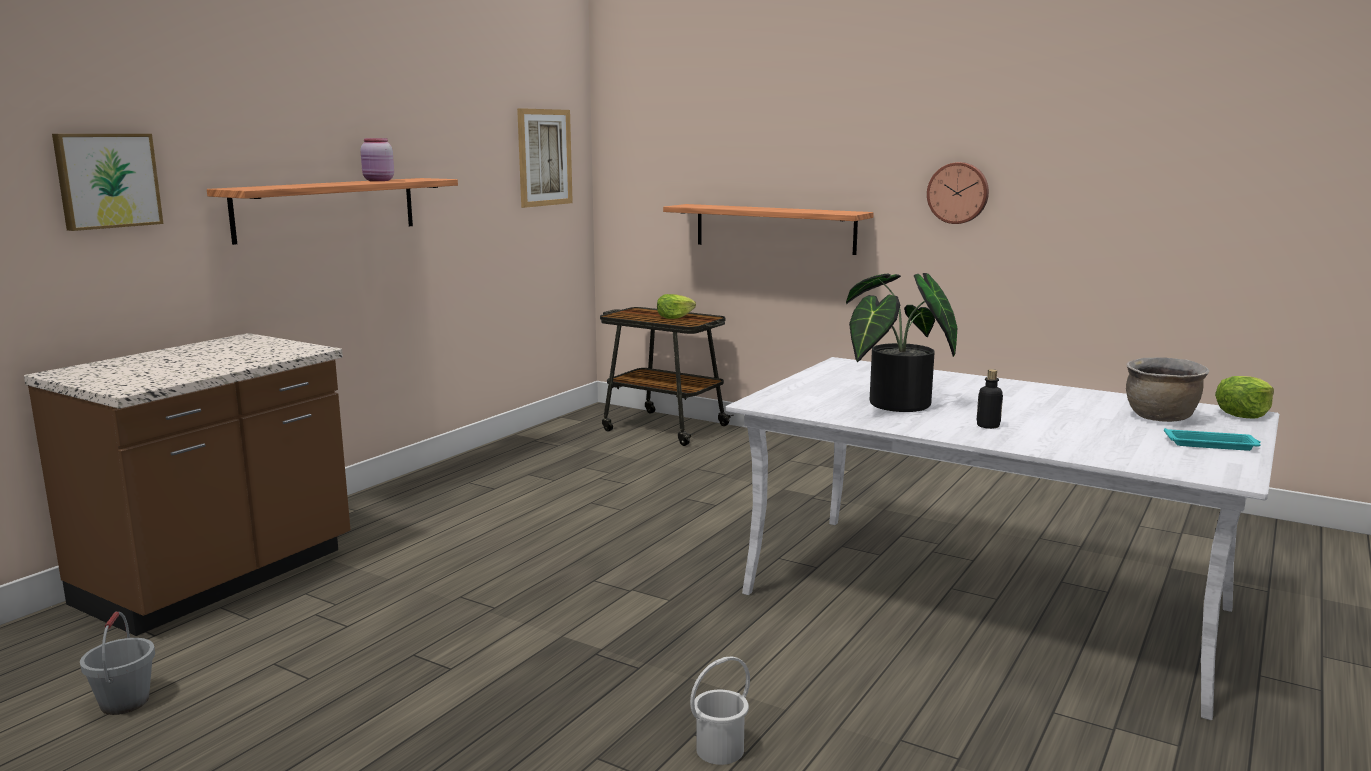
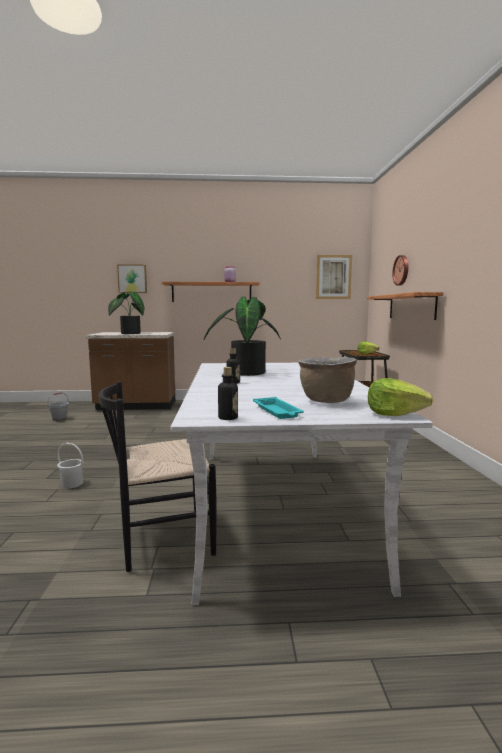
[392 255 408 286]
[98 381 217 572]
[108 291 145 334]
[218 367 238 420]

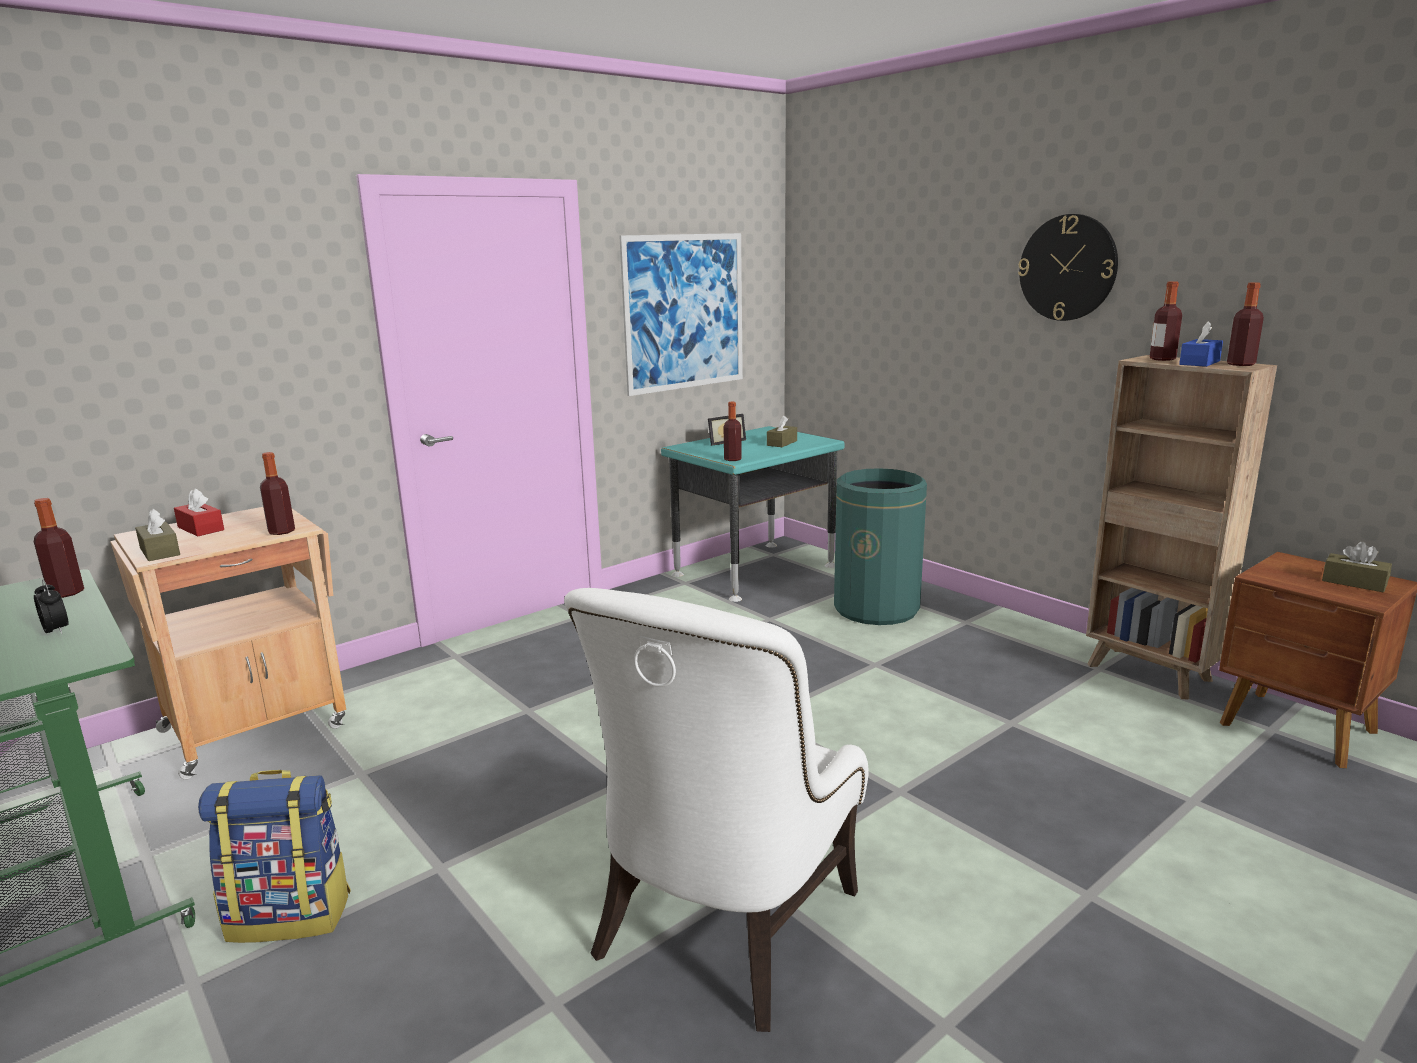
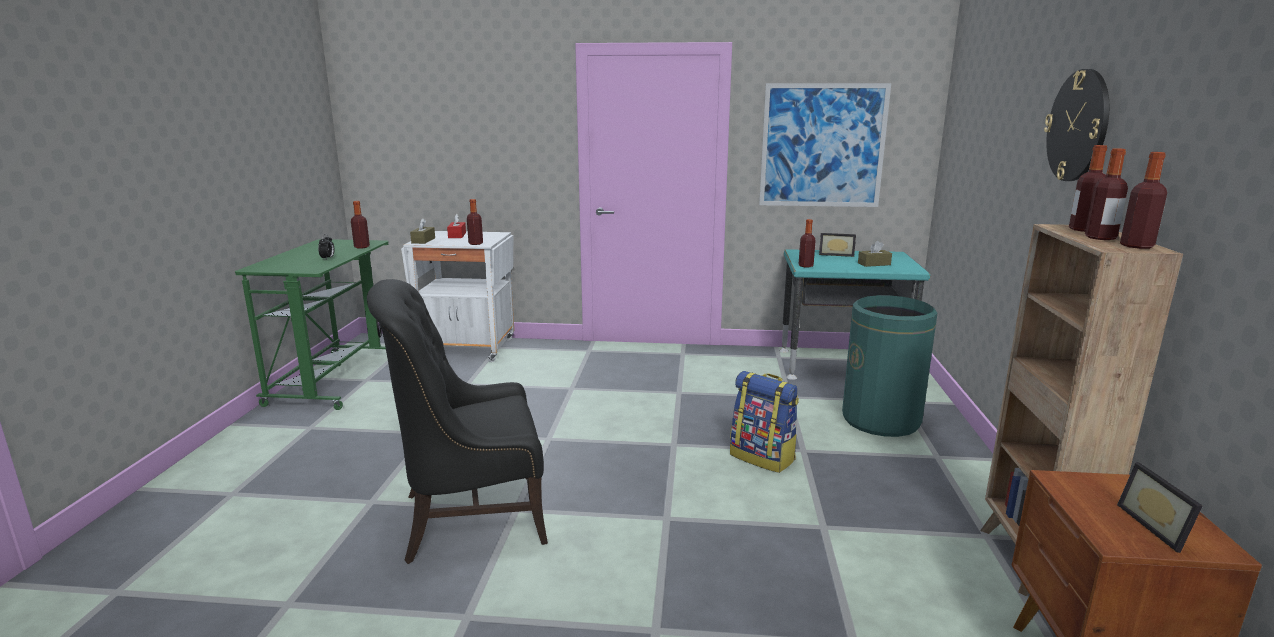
[401 231 514 362]
[730 371 799 473]
[367 279 548 564]
[1085 148 1128 240]
[1117 462 1203 553]

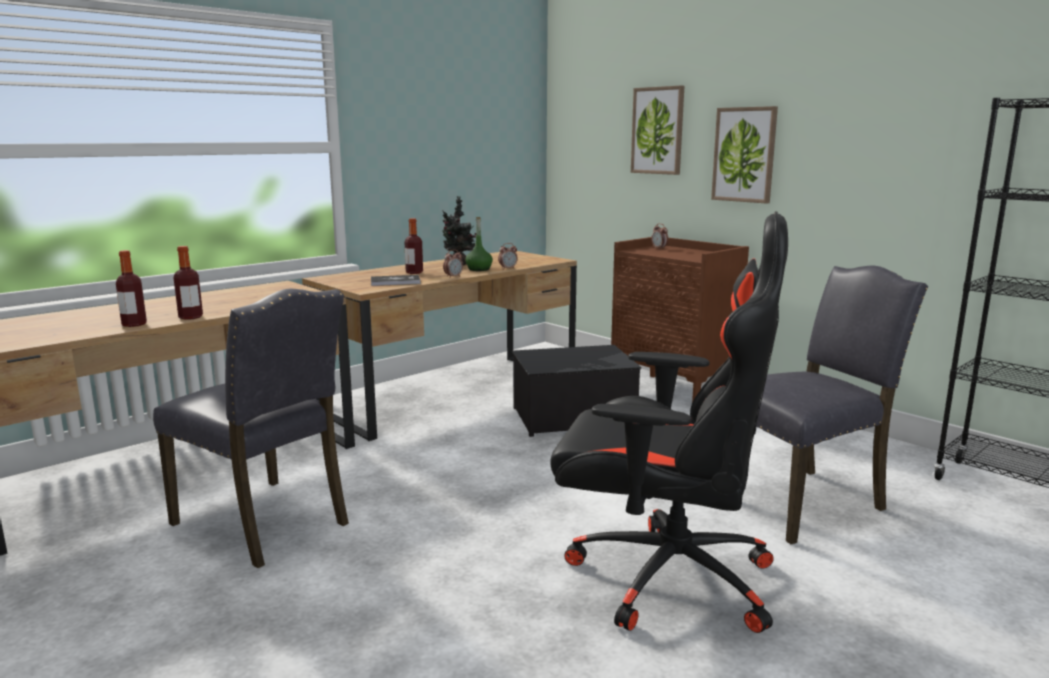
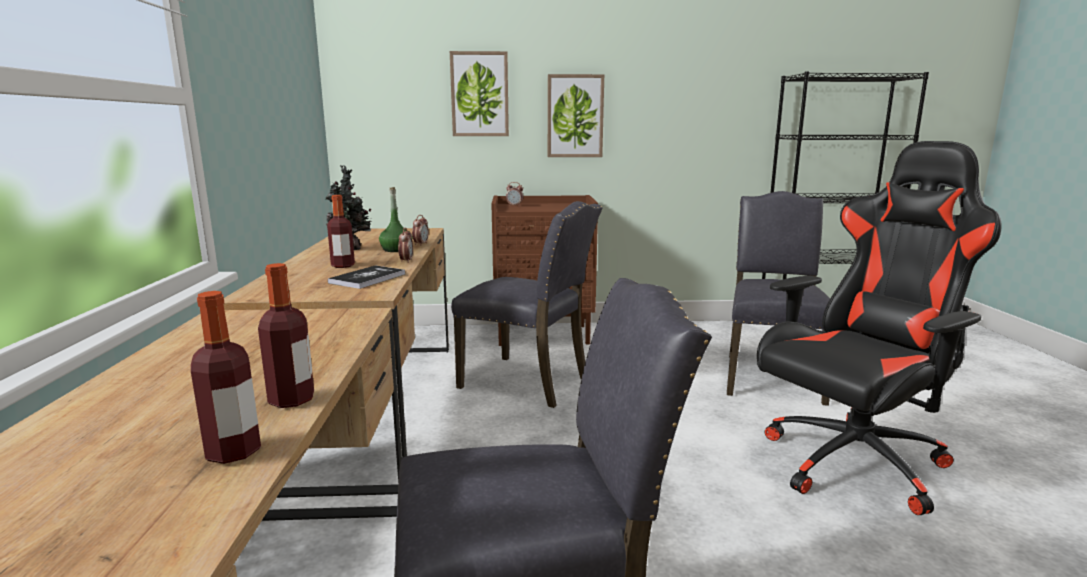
[451 201 603 408]

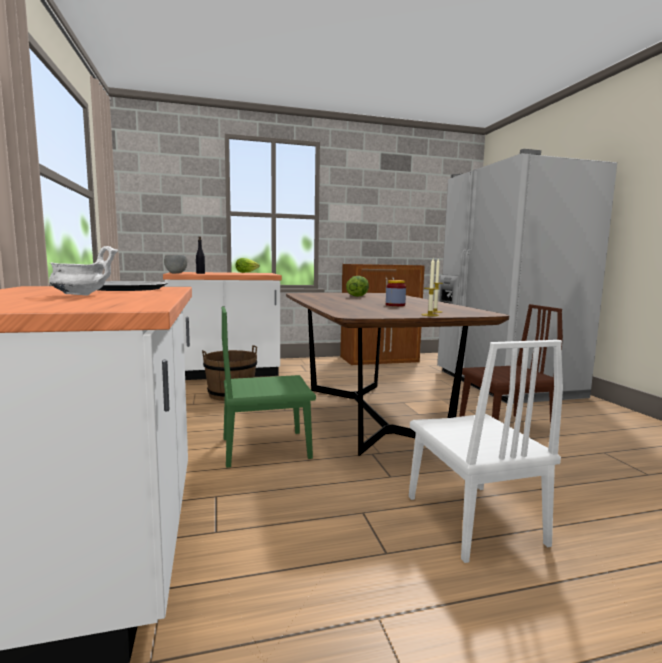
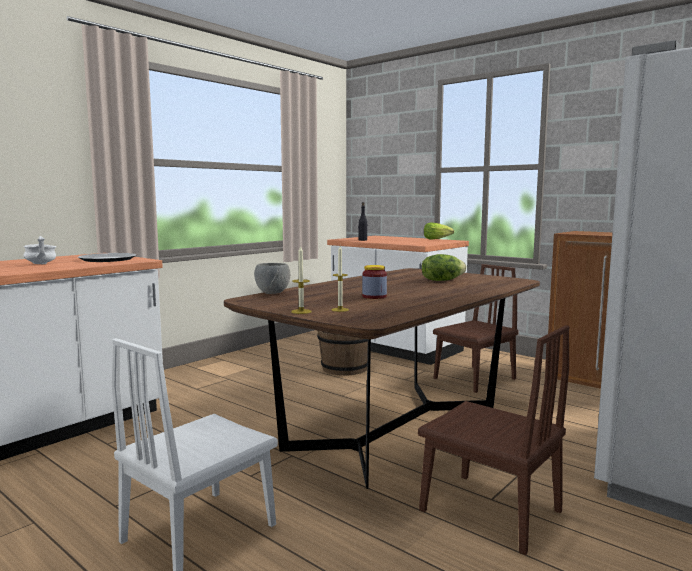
[254 263 290 294]
[221 307 316 468] (first image)
[433 264 519 393]

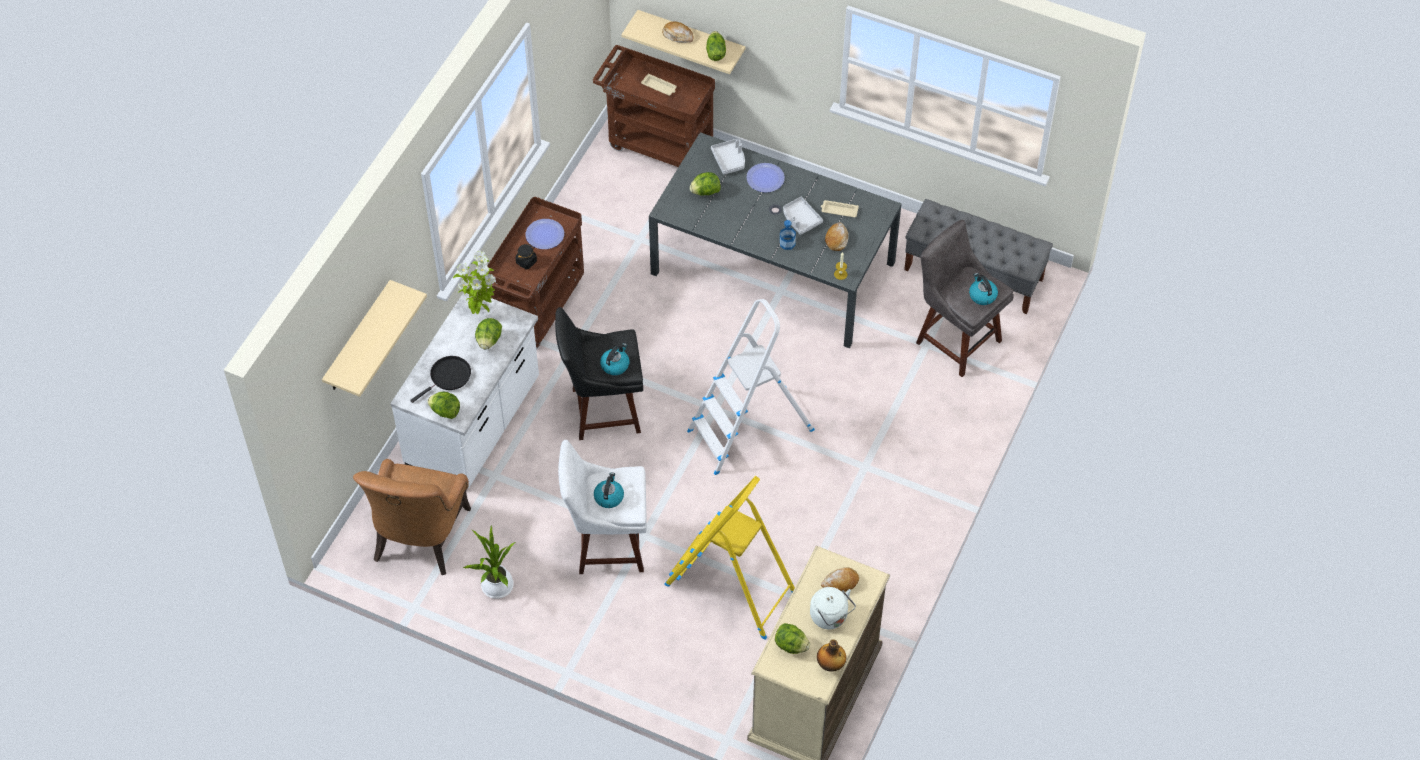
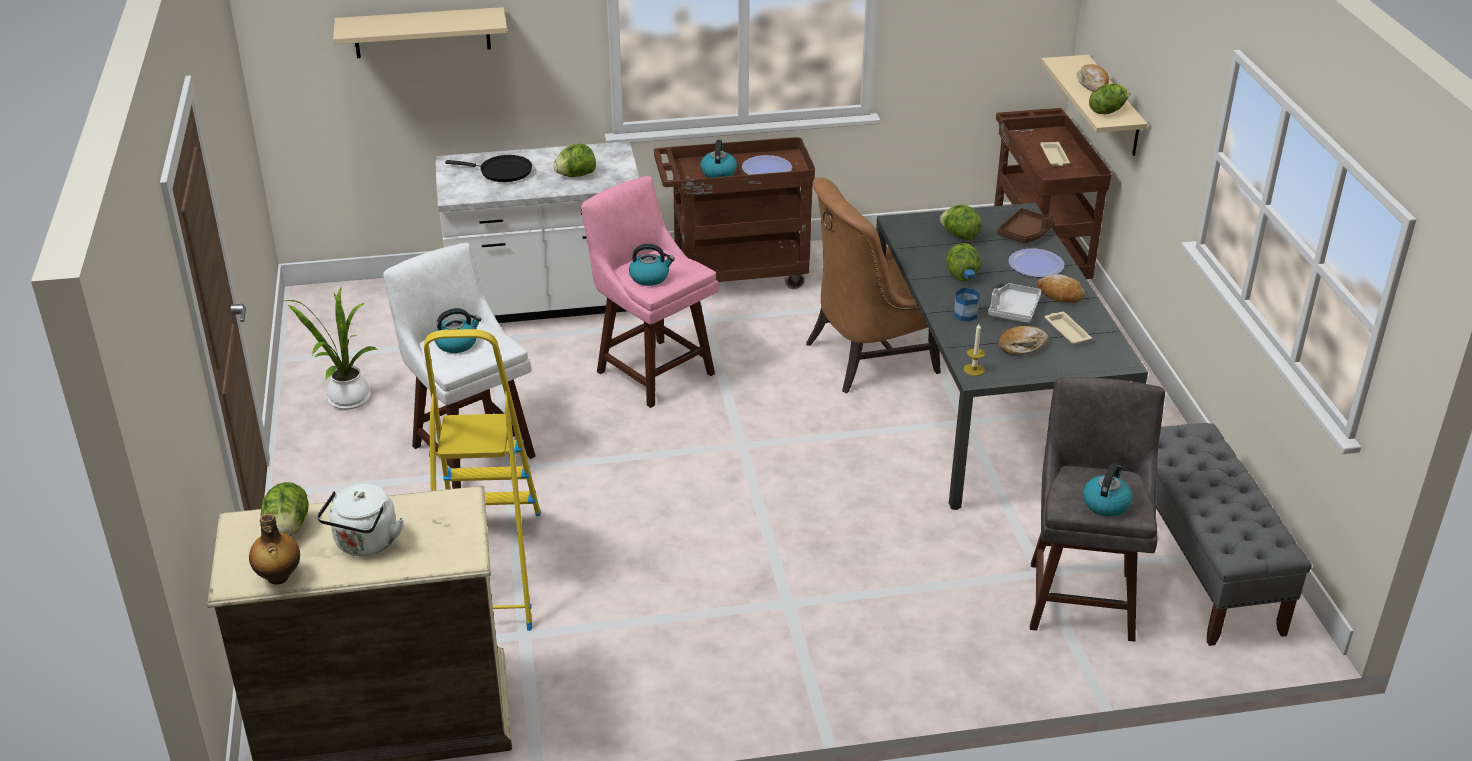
[806 177 941 393]
[946 243 981 282]
[453 250 496 314] (first image)
[700 140 737 178]
[581 176 719 408]
[687 299 815 475] (first image)
[997 208 1056 243]
[1037 274 1085 303]

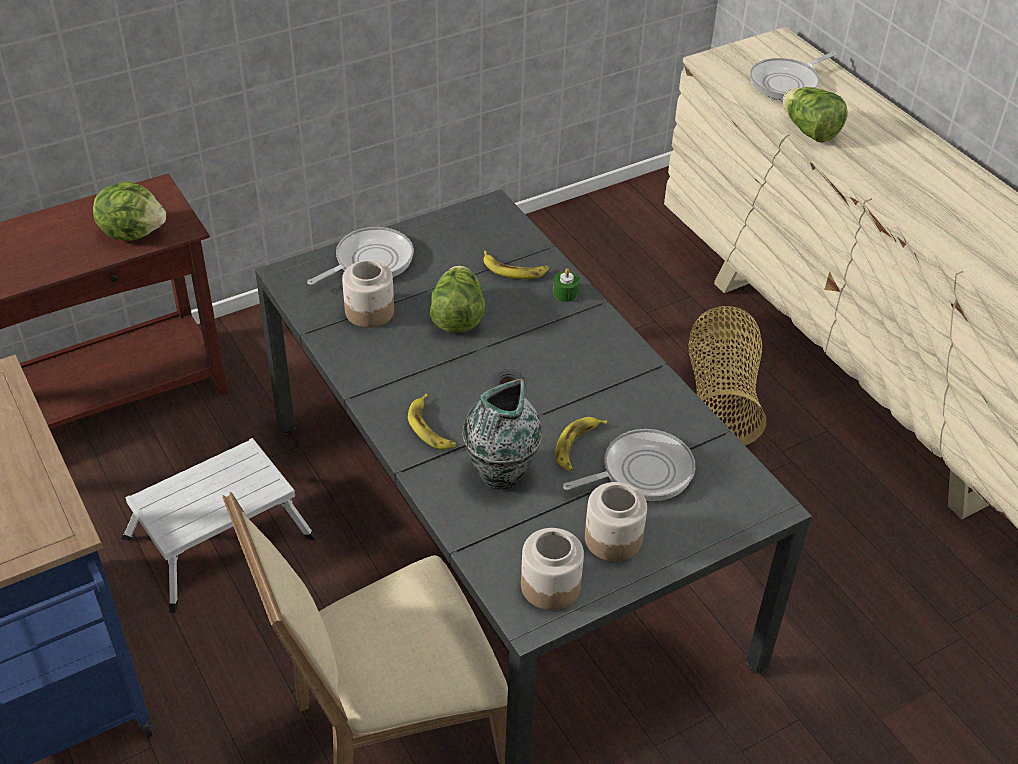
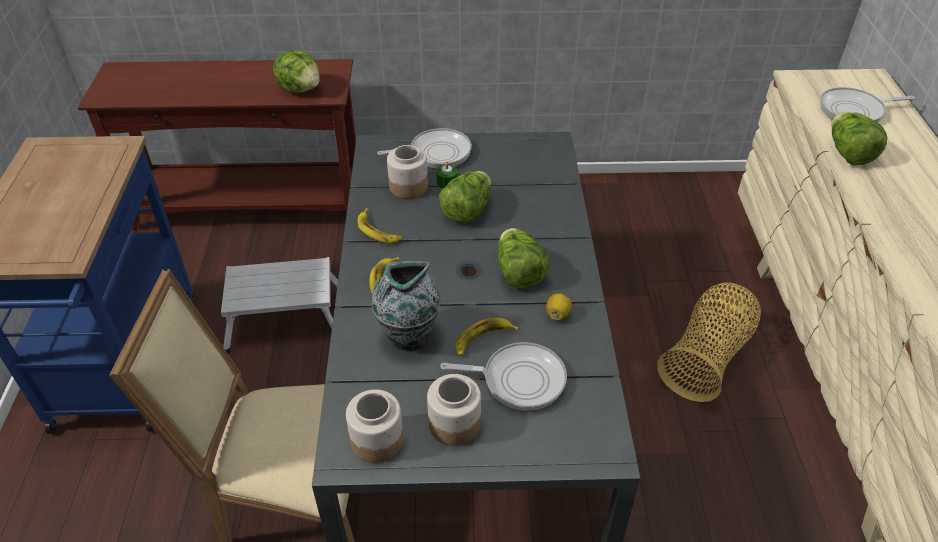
[358 208 402 244]
[436 162 458 188]
[498 228 550 288]
[546 293 572 320]

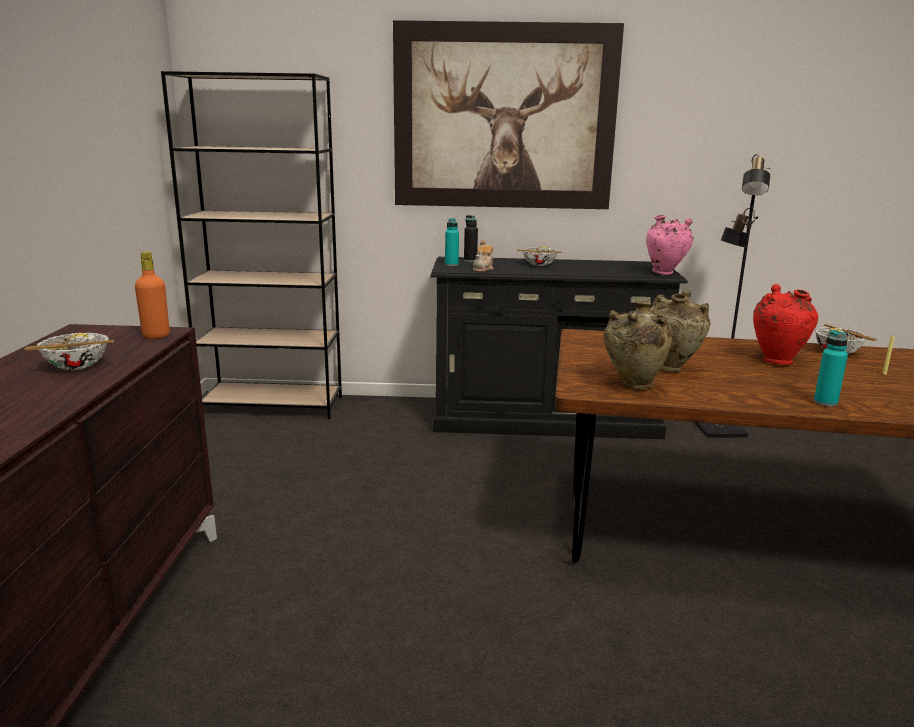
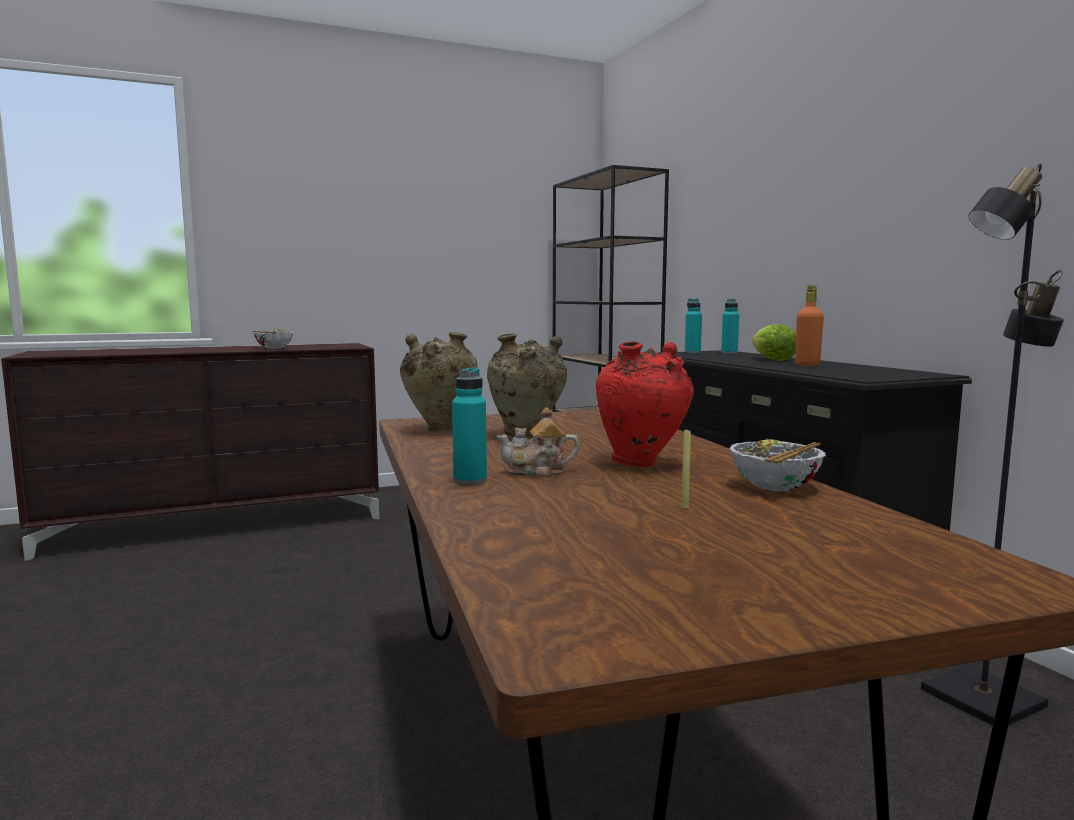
[795 285 824 366]
[393 20 624 209] (first image)
[721 298 739 354]
[496 407 579 477]
[752 324 796 361]
[646 215 694 275] (first image)

